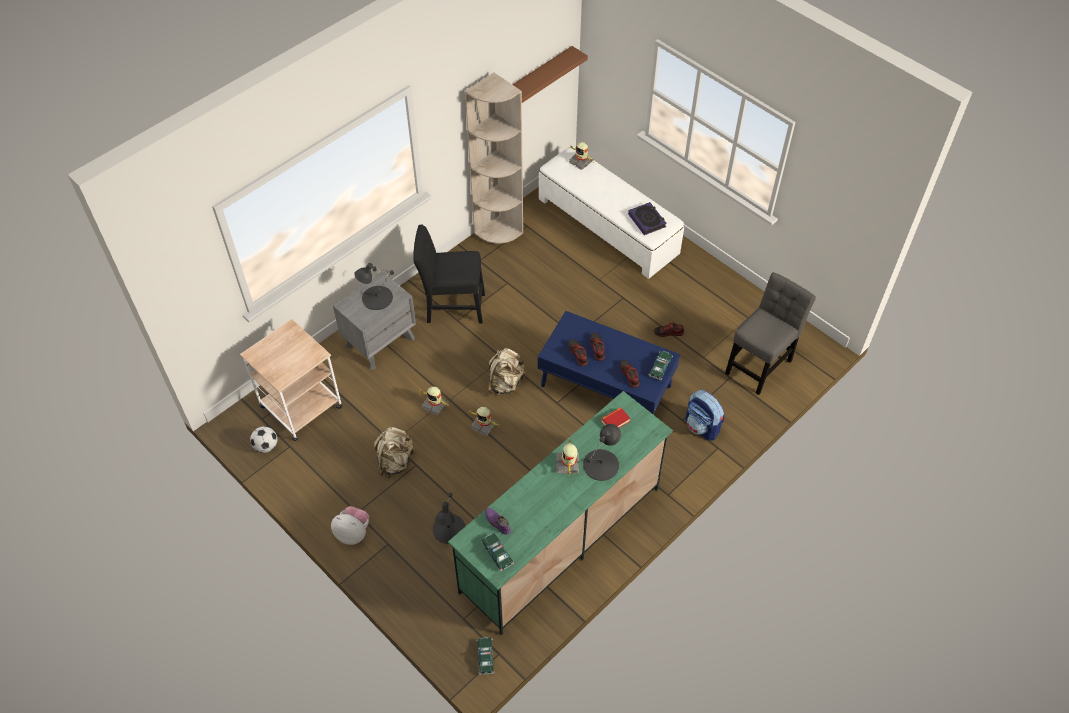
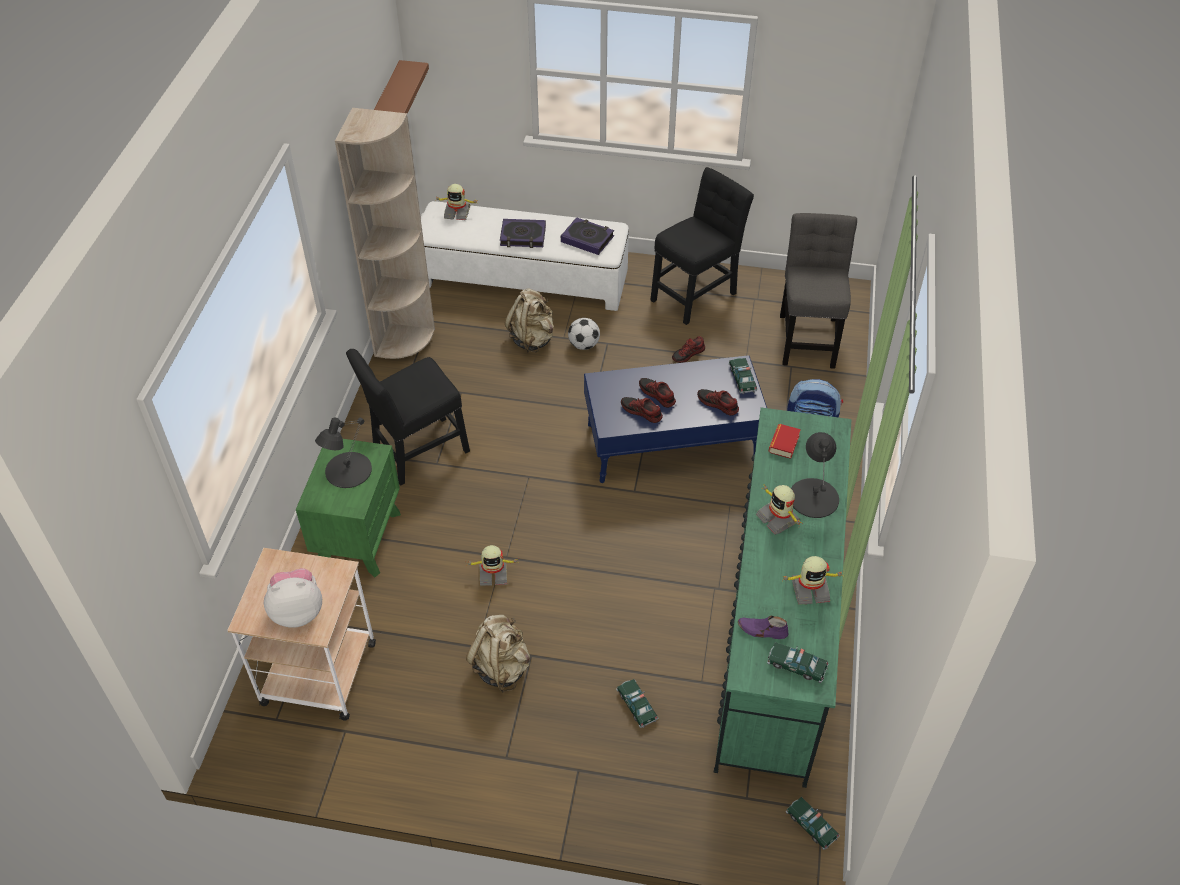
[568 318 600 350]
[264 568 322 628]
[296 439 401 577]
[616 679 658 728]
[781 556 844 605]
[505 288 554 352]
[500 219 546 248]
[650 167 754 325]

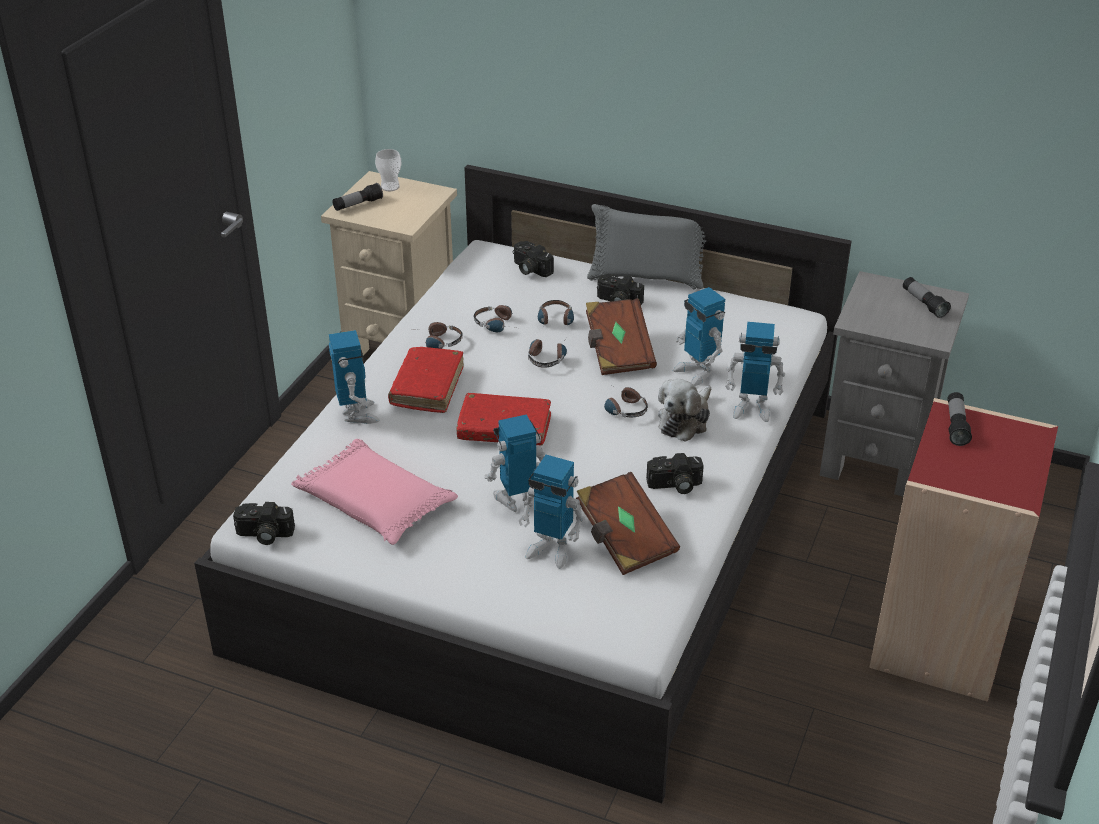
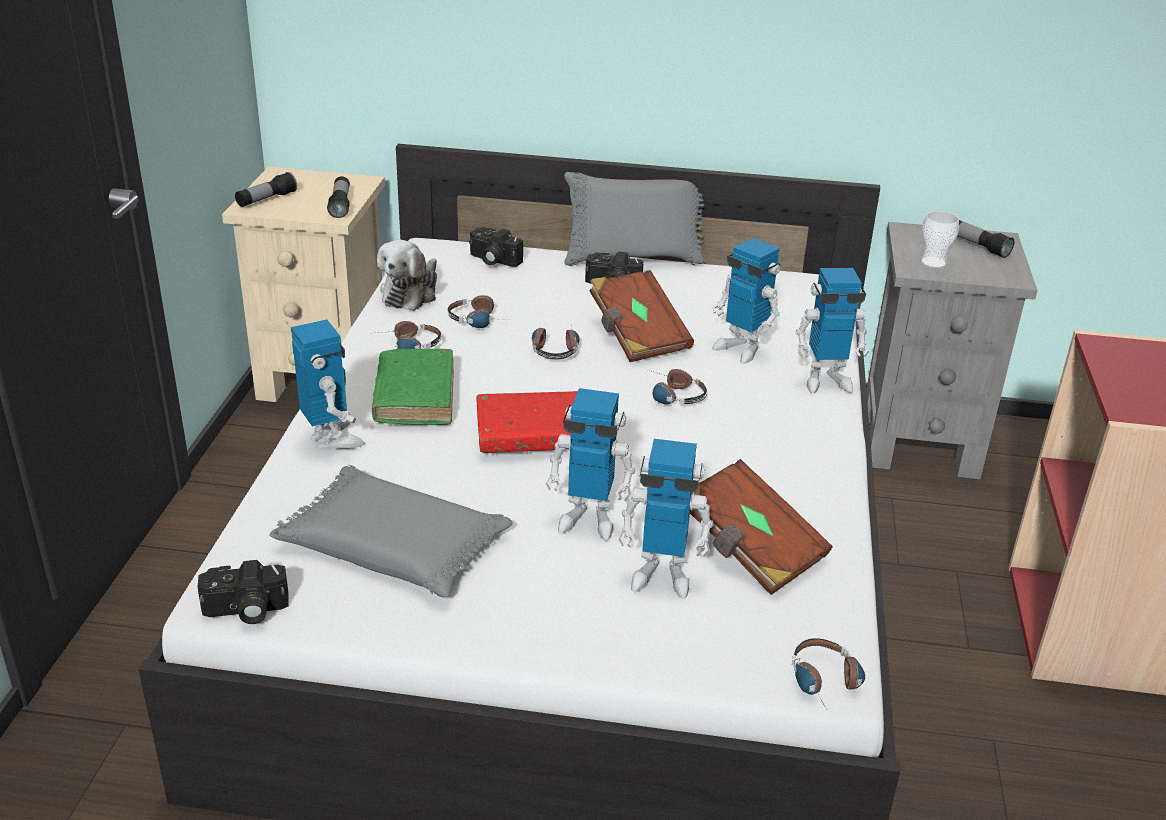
[269 465 513 597]
[921 211 959 268]
[372 349 454 425]
[546 388 635 541]
[792 638 865 708]
[646 453 704 494] (first image)
[377 240 437 311]
[327 176 350 218]

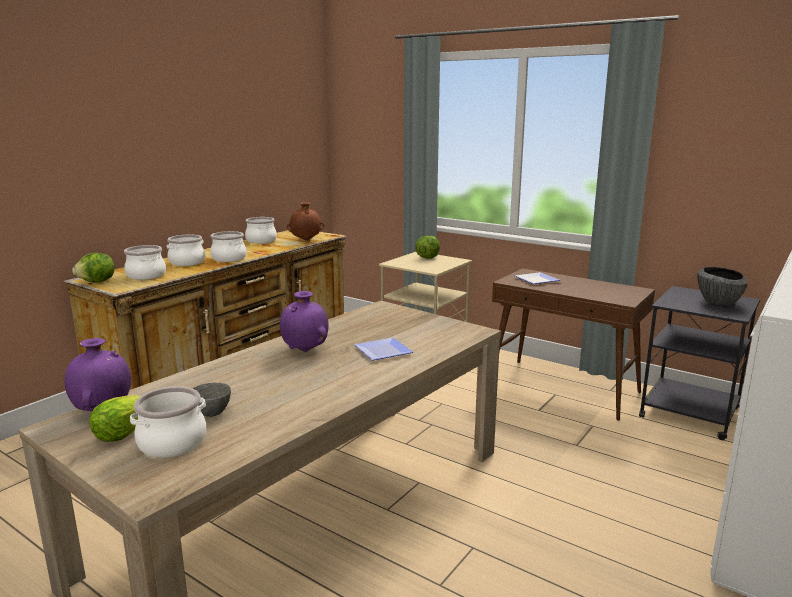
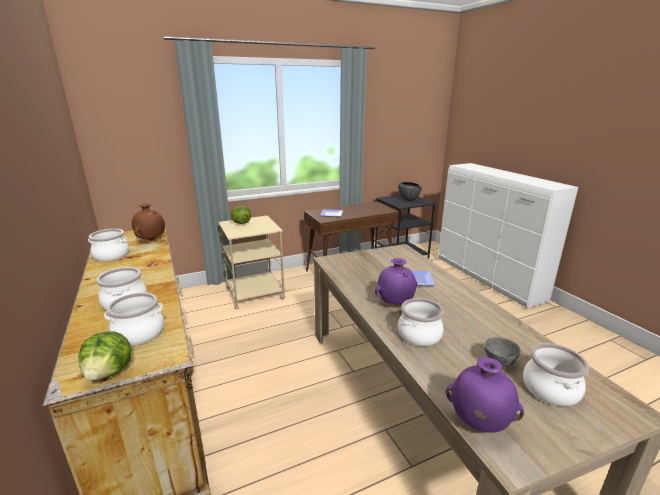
[89 395 140 442] (first image)
[398 298 444 346]

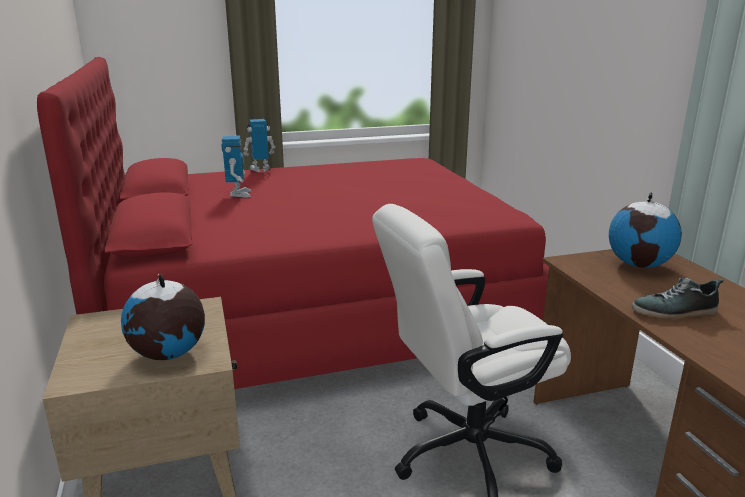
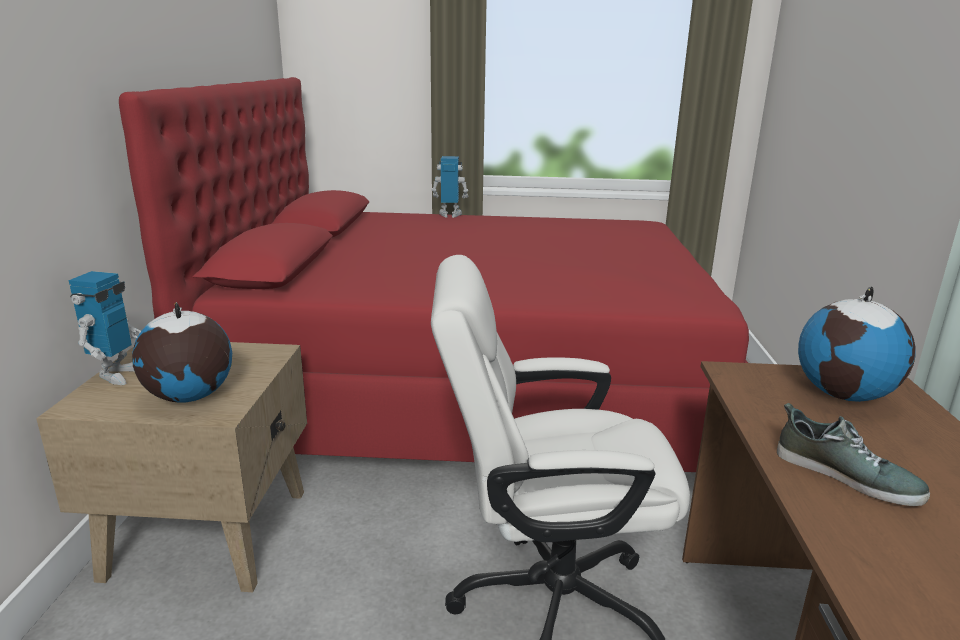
[68 271 141 385]
[777 403 930 506]

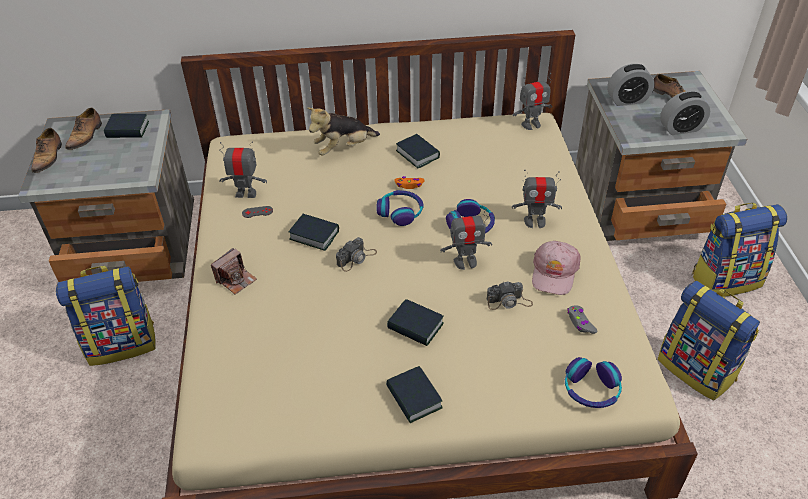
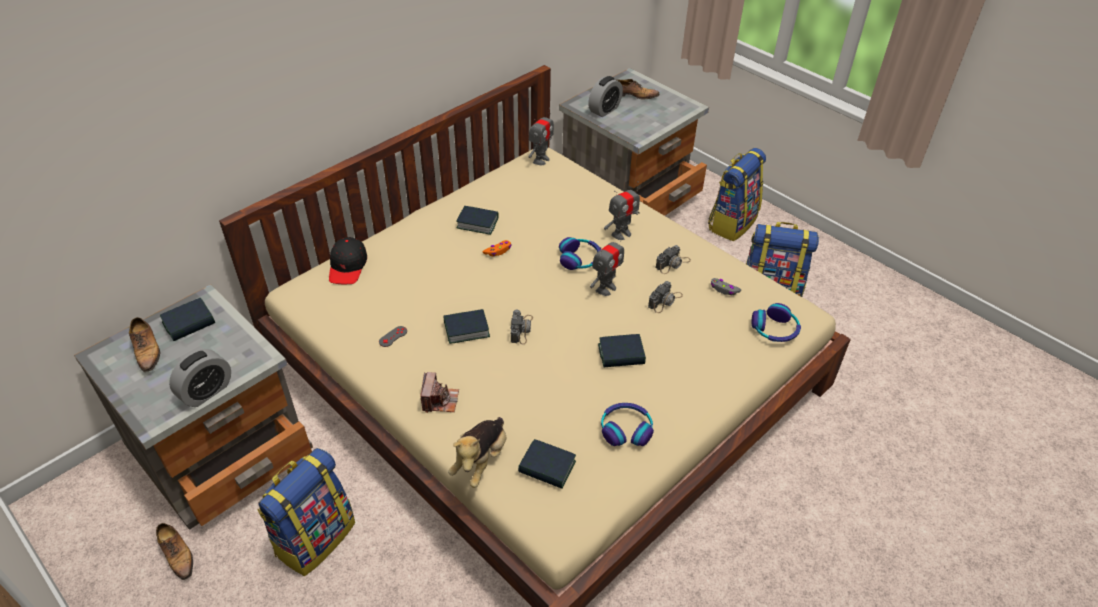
[156 523 193 580]
[220 141 267 198] (first image)
[448 417 506 488]
[601 403 654 446]
[518 439 576 489]
[655 245 691 274]
[169 349 231 407]
[329 237 367 284]

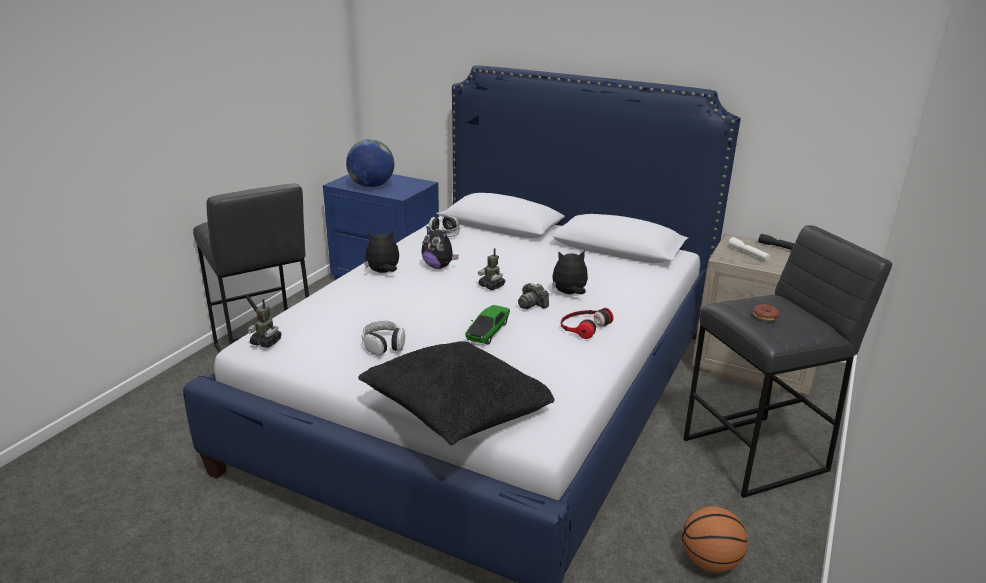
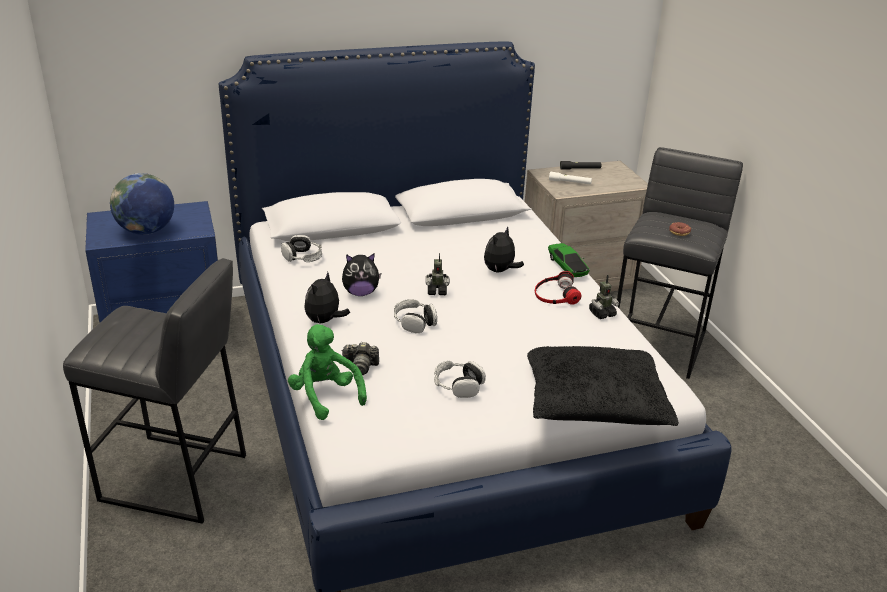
[589 275 619 319]
[548 243 589 277]
[341 342 379 376]
[682 506 748 573] (first image)
[288 324 367 420]
[394 299 437 333]

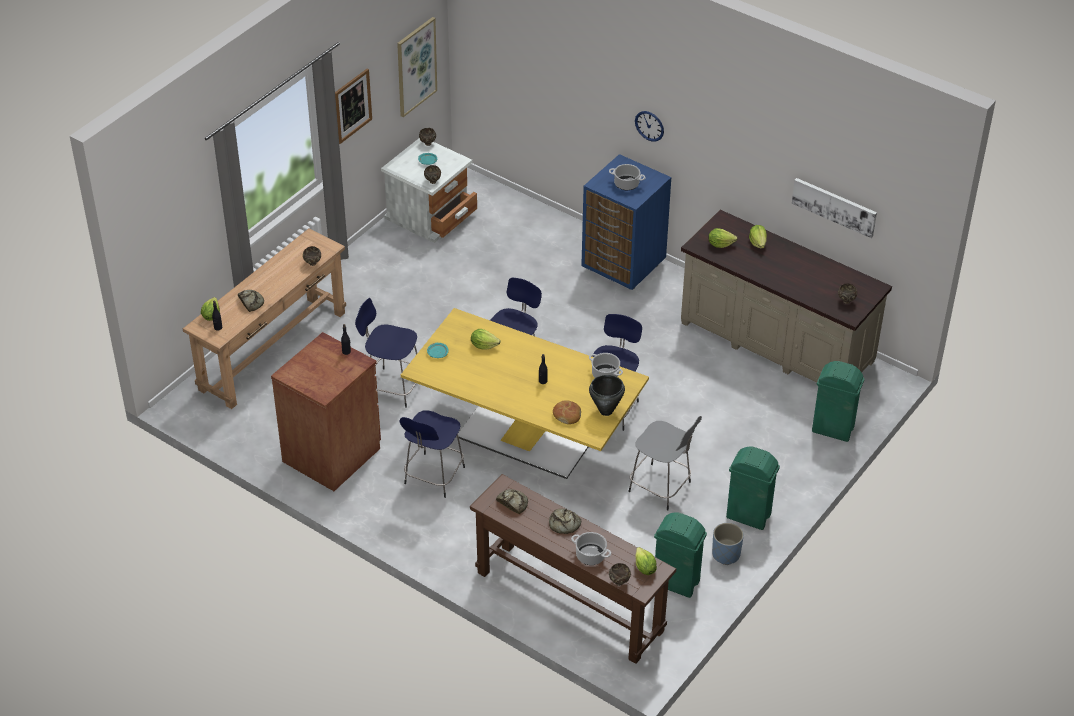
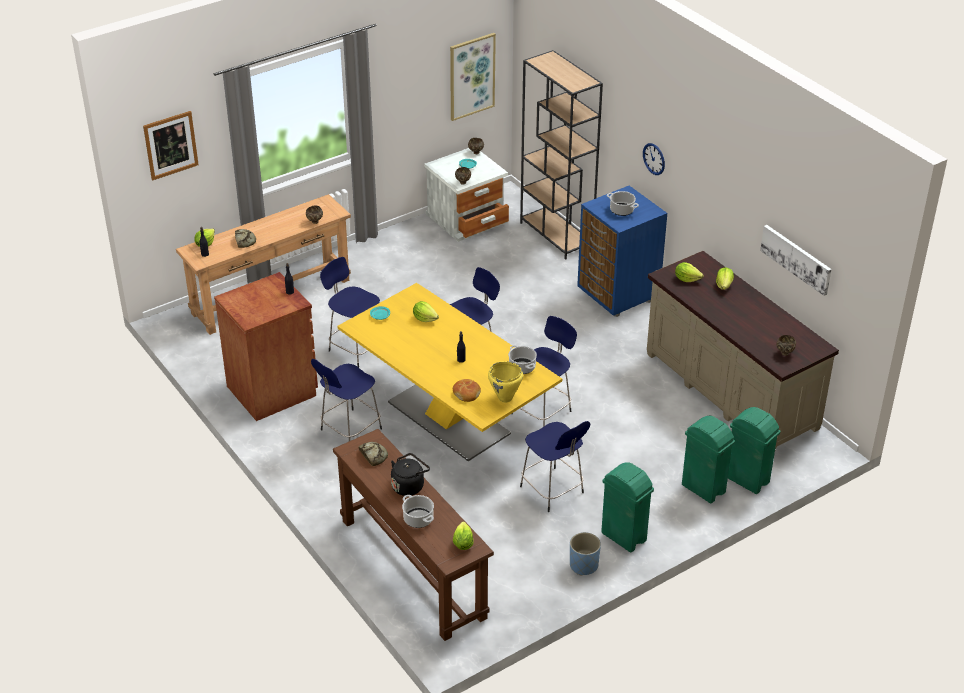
[143 111 199 180]
[391 453 430 496]
[488 361 523 403]
[609 563 631 586] (first image)
[520 421 590 512]
[682 416 735 503]
[520 50 603 260]

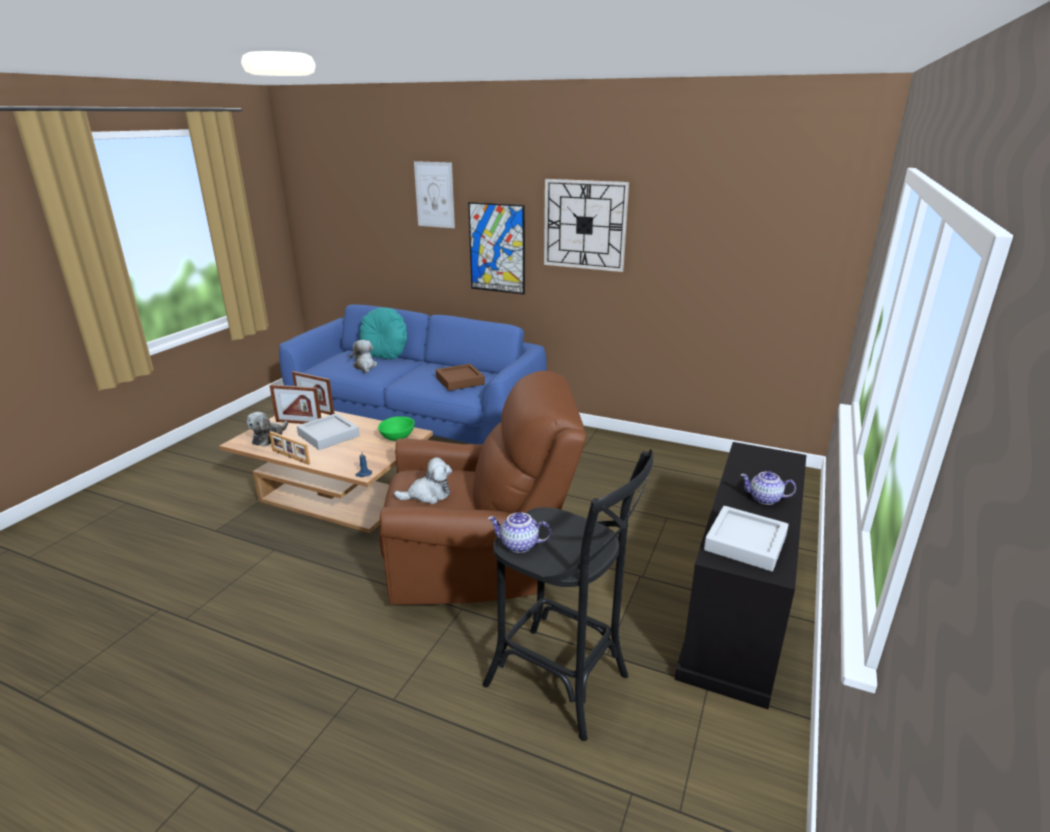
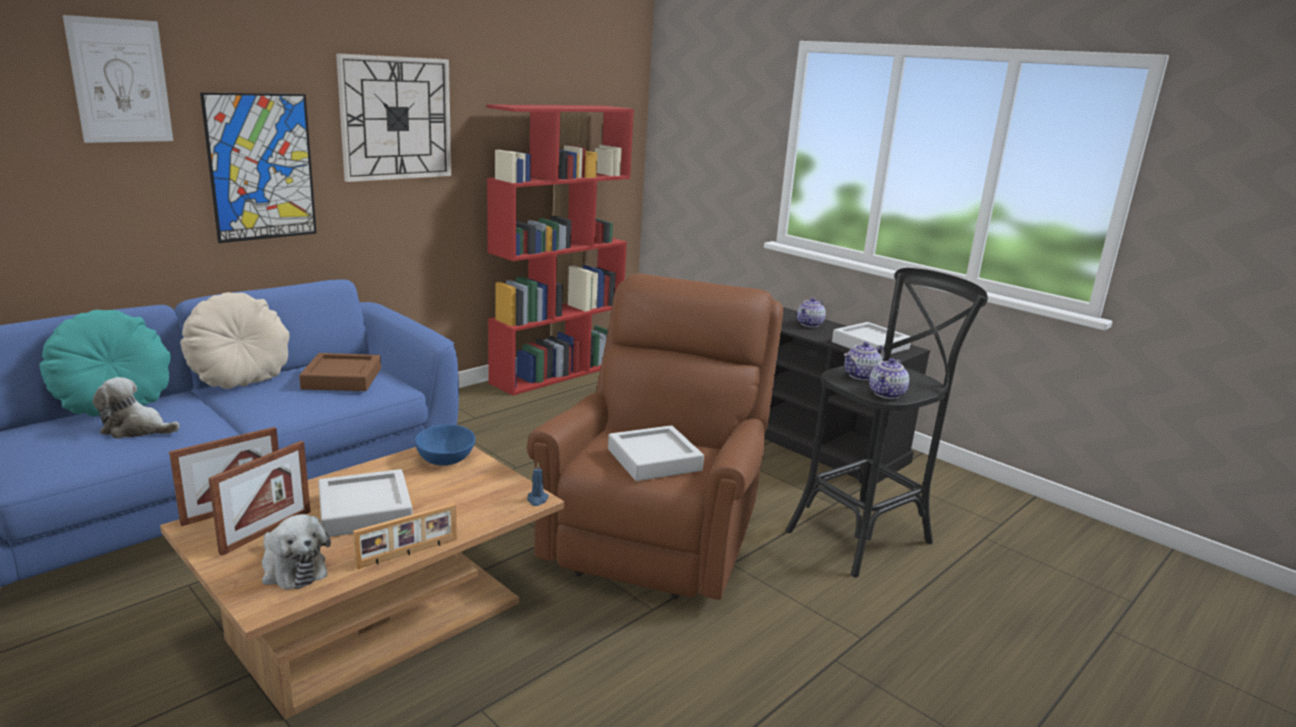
[415 424 476 466]
[608 425 704 481]
[180 292 289 389]
[487 104 634 396]
[844 342 885 380]

